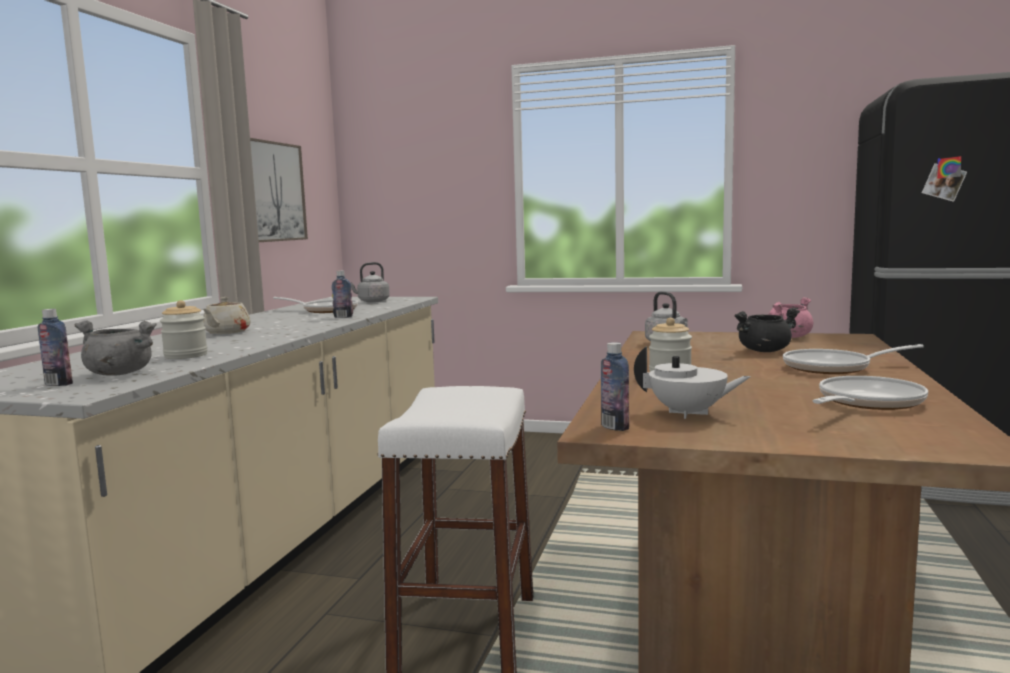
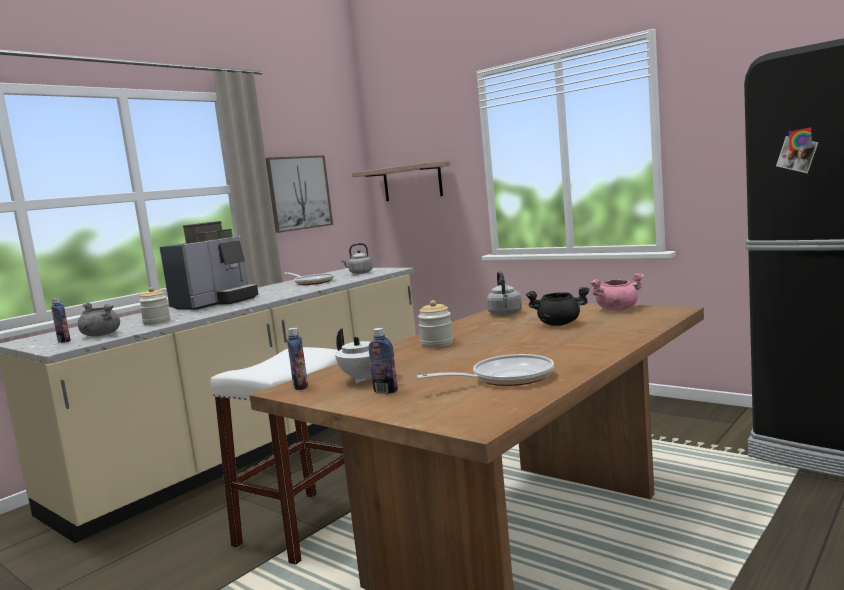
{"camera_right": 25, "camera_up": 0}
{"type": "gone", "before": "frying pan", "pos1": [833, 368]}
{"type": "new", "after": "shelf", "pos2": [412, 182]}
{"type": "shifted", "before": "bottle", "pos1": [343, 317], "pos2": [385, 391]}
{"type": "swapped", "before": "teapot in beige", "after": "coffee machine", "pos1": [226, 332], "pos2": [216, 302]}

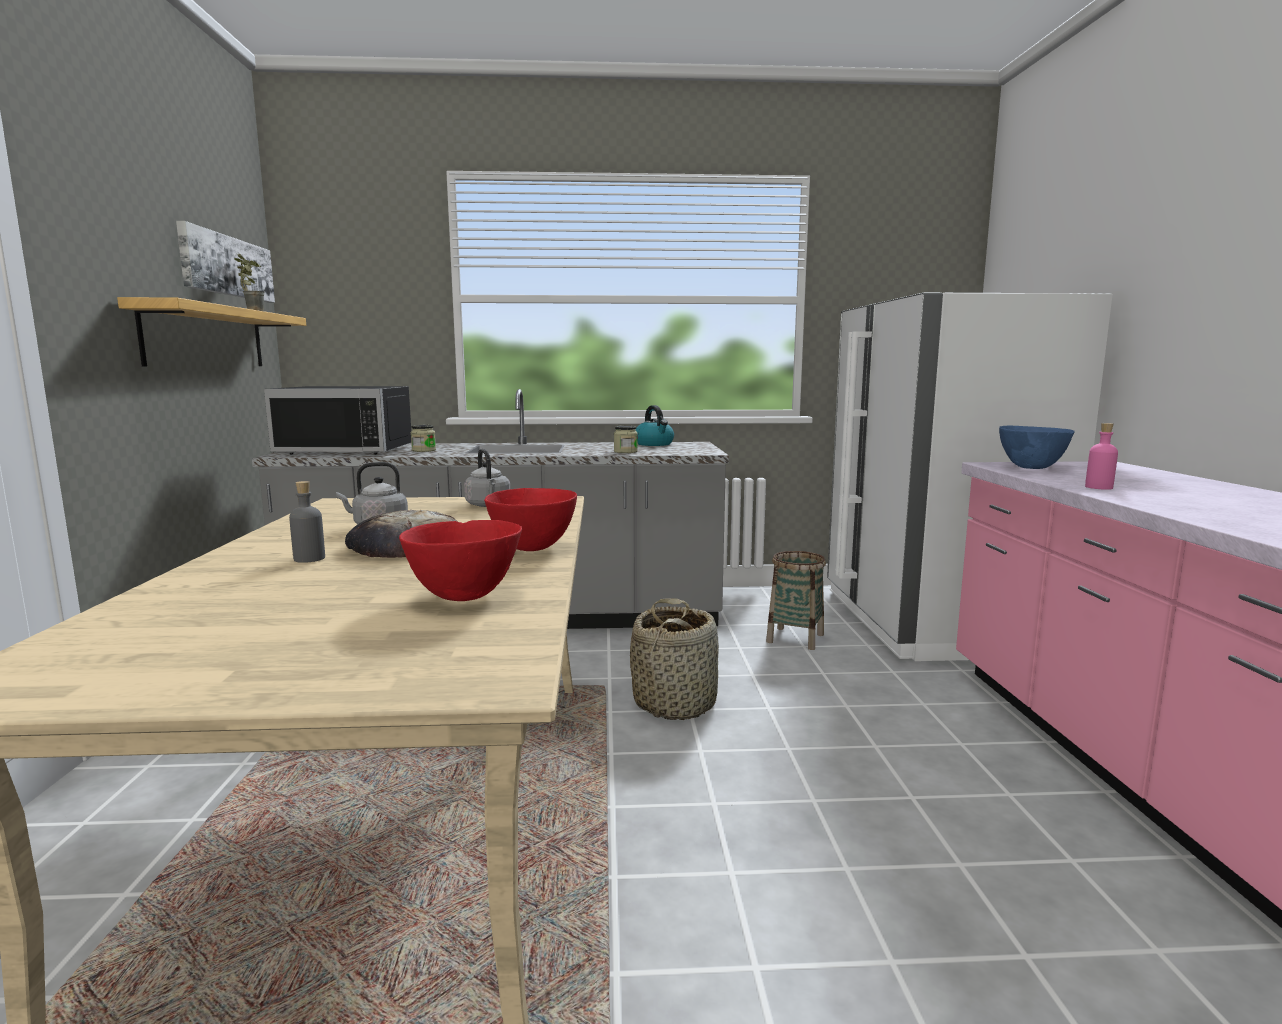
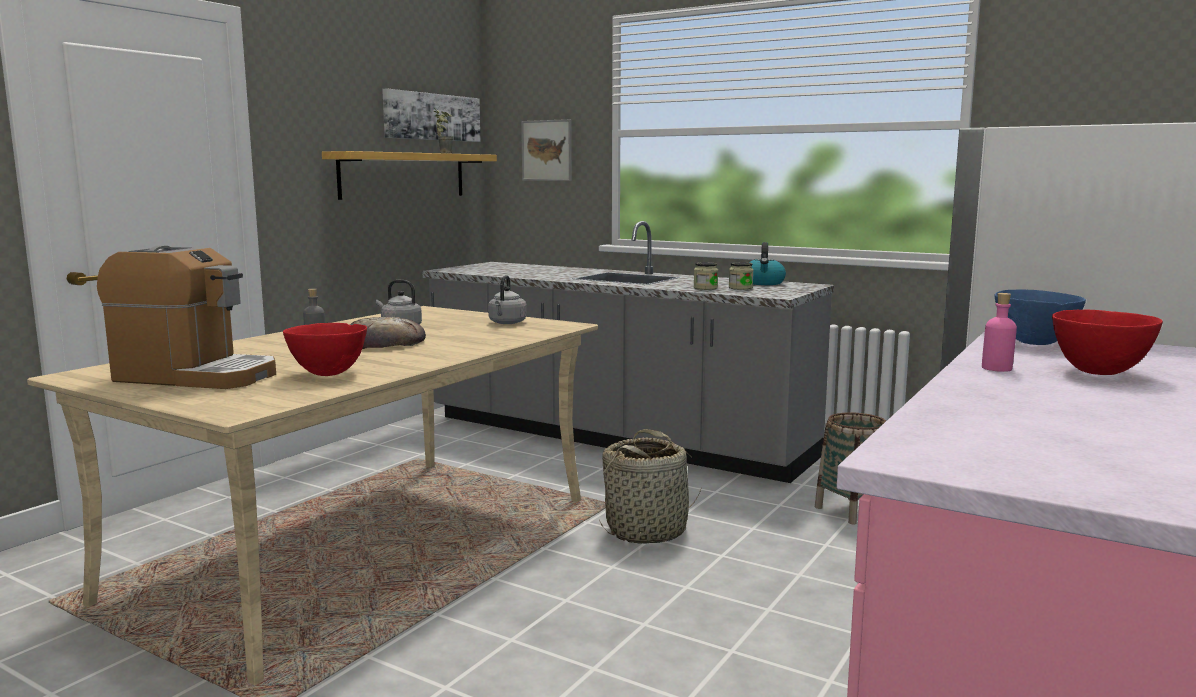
{"camera_right": 35, "camera_up": 0}
{"type": "gone", "before": "microwave in black", "pos1": [350, 450]}
{"type": "new", "after": "coffee machine", "pos2": [196, 376]}
{"type": "new", "after": "picture", "pos2": [547, 150]}
{"type": "shifted", "before": "jar", "pos1": [424, 450], "pos2": [740, 288]}
{"type": "shifted", "before": "bowl in red", "pos1": [531, 548], "pos2": [1098, 372]}

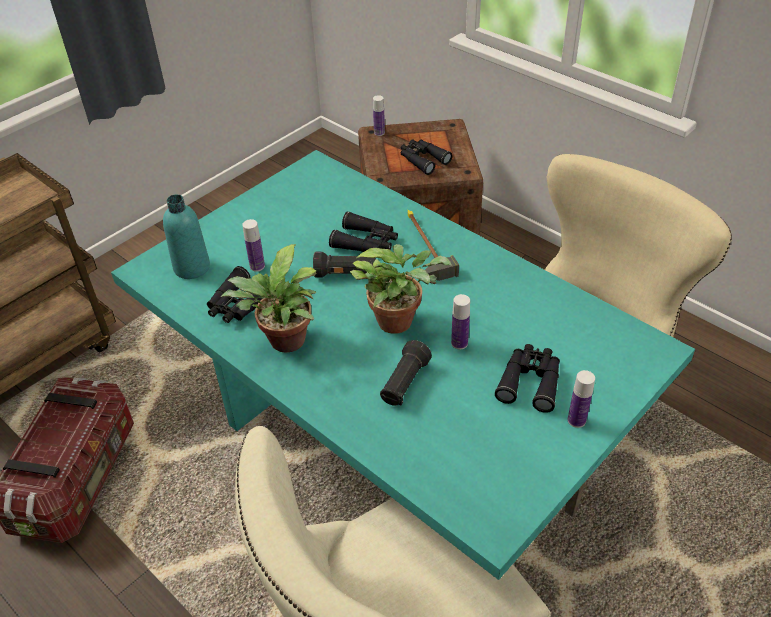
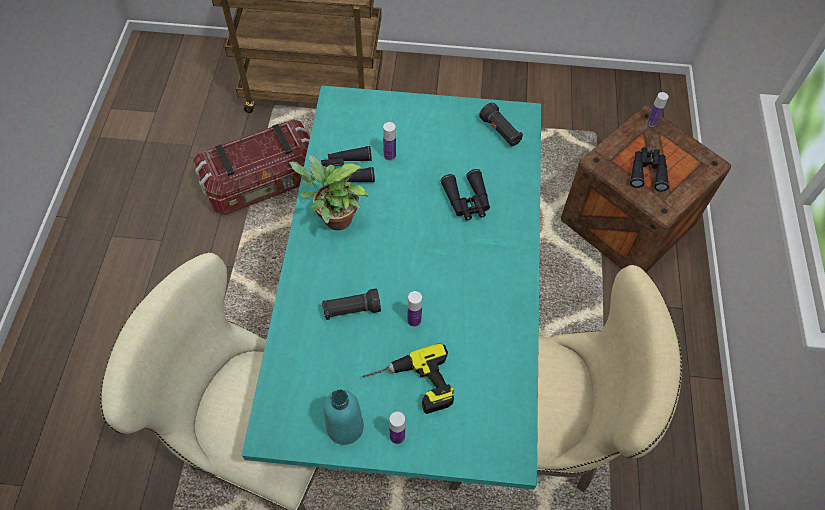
{"camera_right": 50, "camera_up": 15}
{"type": "gone", "before": "potted plant", "pos1": [400, 320]}
{"type": "gone", "before": "hammer", "pos1": [420, 247]}
{"type": "shifted", "before": "bottle in turquoise", "pos1": [192, 267], "pos2": [345, 427]}
{"type": "shifted", "before": "flashlight in black", "pos1": [346, 274], "pos2": [500, 132]}
{"type": "swapped", "before": "binoculars in black", "after": "power drill", "pos1": [530, 381], "pos2": [411, 386]}

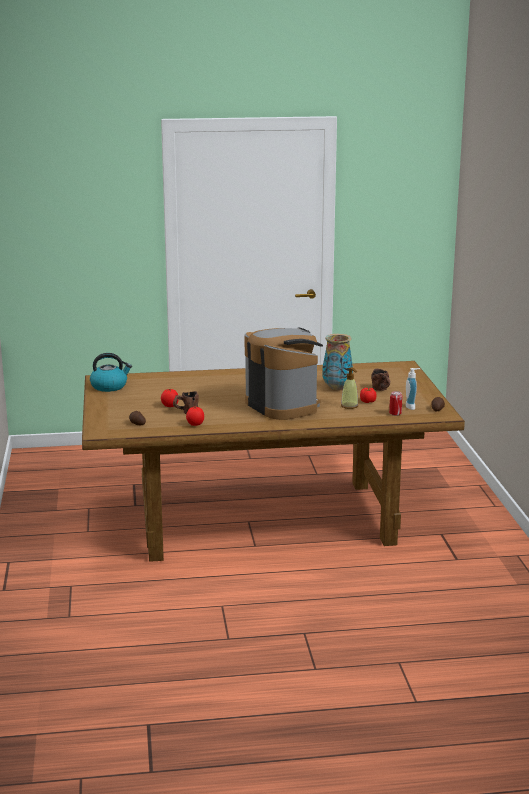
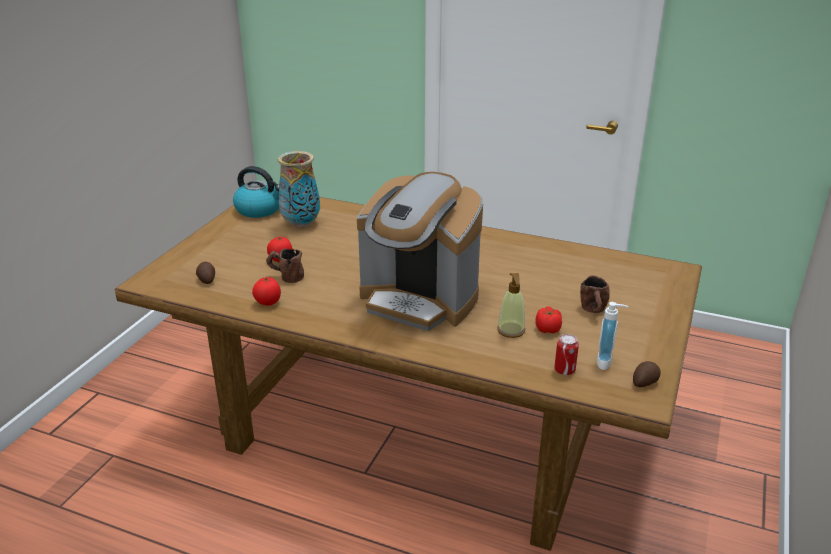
{"camera_right": 30, "camera_up": 10}
{"type": "shifted", "before": "vase", "pos1": [337, 388], "pos2": [300, 224]}
{"type": "rotated", "before": "coffee machine", "pos1": [282, 405], "pos2": [419, 300], "turn": 120}

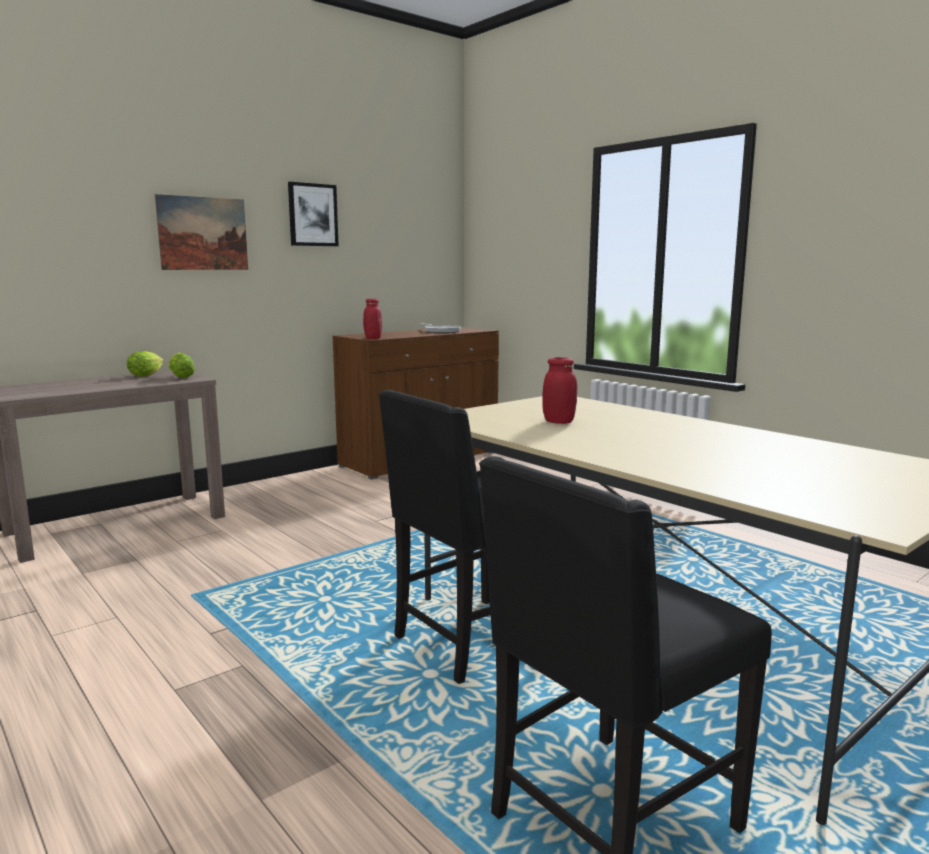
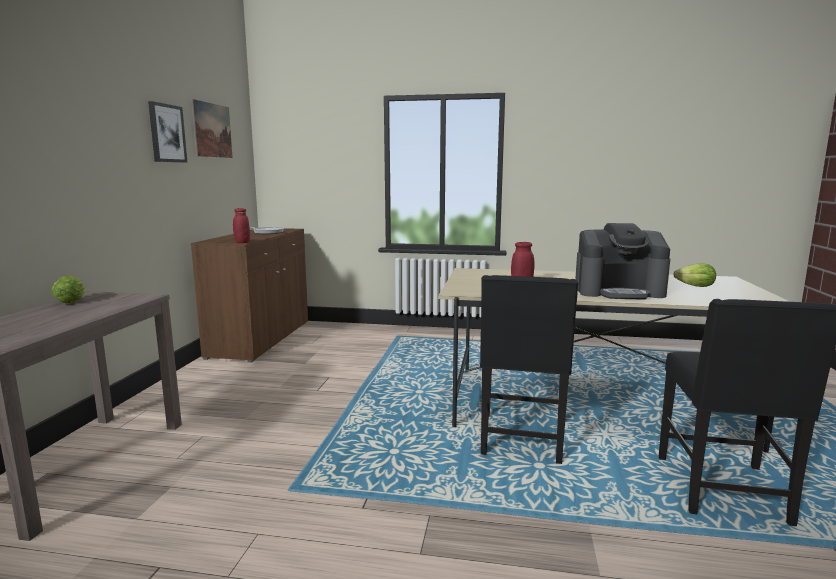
{"camera_right": -40, "camera_up": 0}
{"type": "new", "after": "coffee machine", "pos2": [619, 291]}
{"type": "shifted", "before": "picture", "pos1": [203, 233], "pos2": [212, 130]}
{"type": "shifted", "before": "lettuce", "pos1": [180, 377], "pos2": [693, 286]}

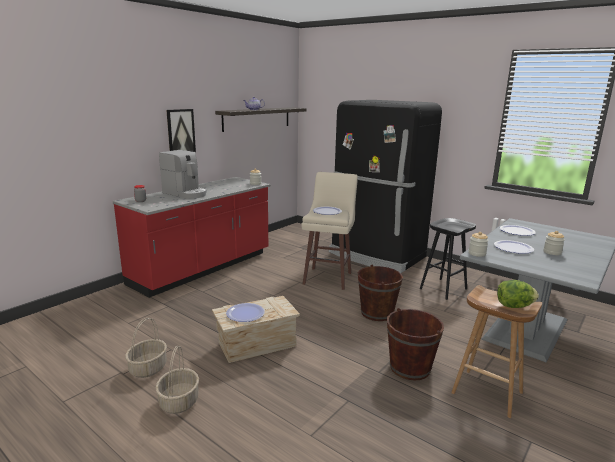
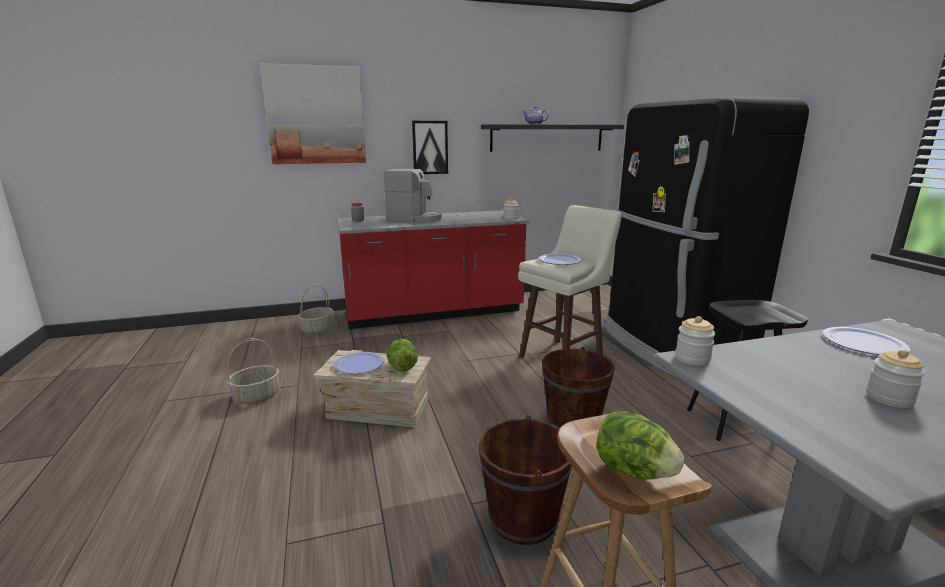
{"camera_right": 35, "camera_up": 0}
{"type": "gone", "before": "plate", "pos1": [513, 248]}
{"type": "new", "after": "picture", "pos2": [315, 115]}
{"type": "new", "after": "lettuce", "pos2": [402, 367]}
{"type": "shifted", "before": "basket", "pos1": [179, 401], "pos2": [317, 329]}
{"type": "rotated", "before": "coffee machine", "pos1": [186, 193], "pos2": [414, 219], "turn": -60}

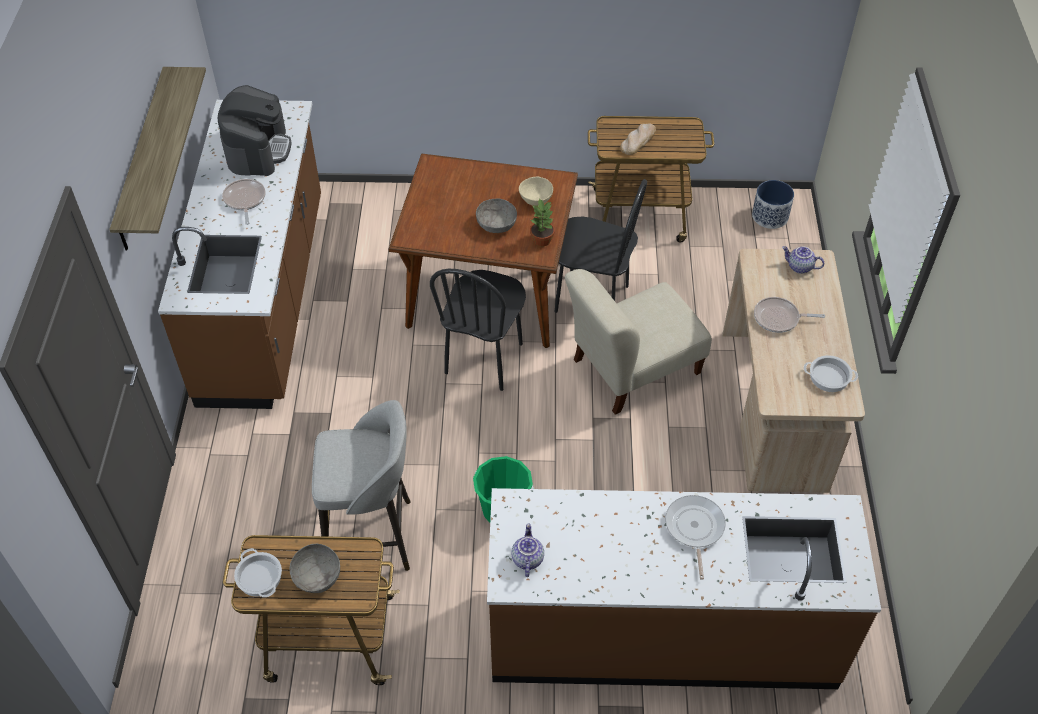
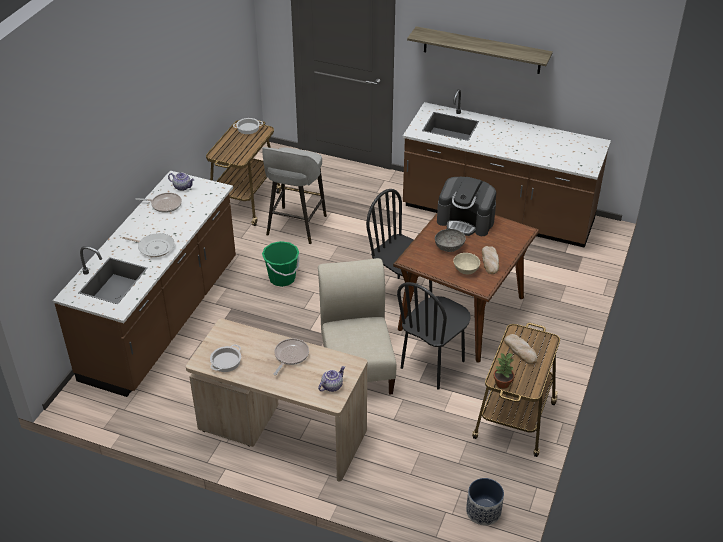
{"camera_right": 110, "camera_up": -10}
{"type": "gone", "before": "bowl in grey", "pos1": [317, 576]}
{"type": "new", "after": "bread", "pos2": [490, 261]}
{"type": "shifted", "before": "coffee machine", "pos1": [258, 150], "pos2": [466, 221]}
{"type": "shifted", "before": "frying pan", "pos1": [244, 200], "pos2": [164, 204]}
{"type": "shifted", "before": "potted plant", "pos1": [542, 239], "pos2": [503, 383]}

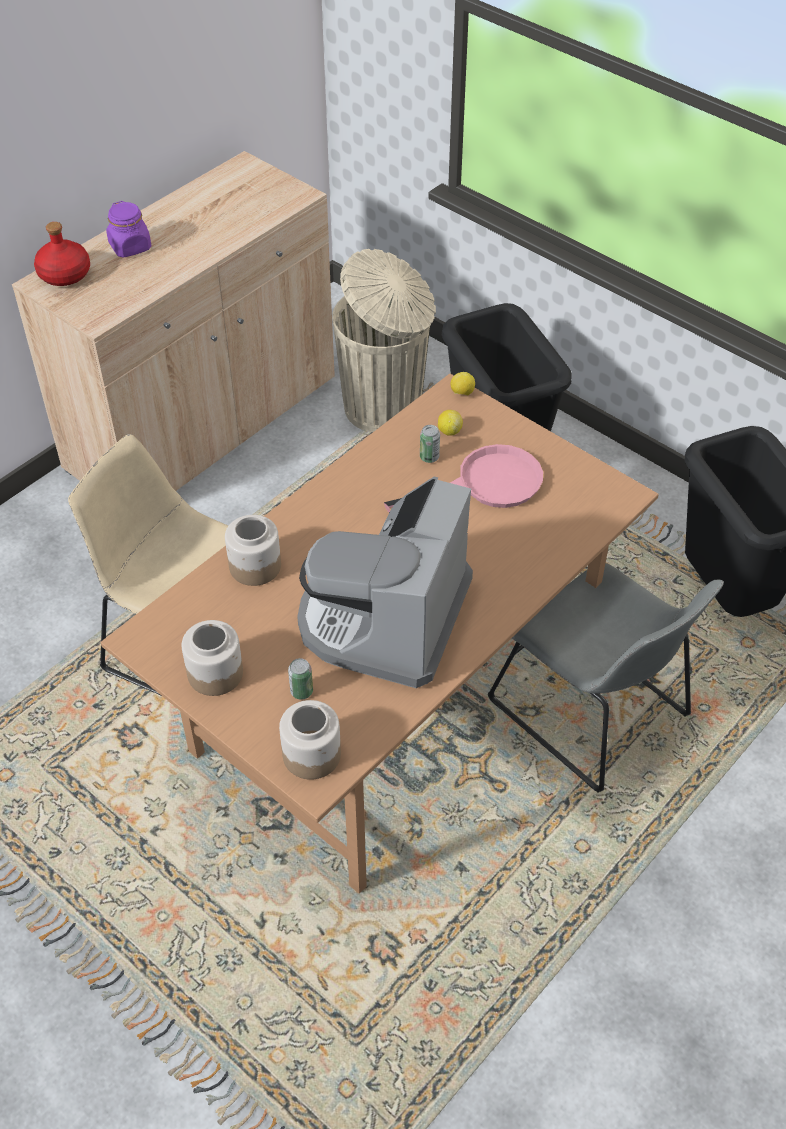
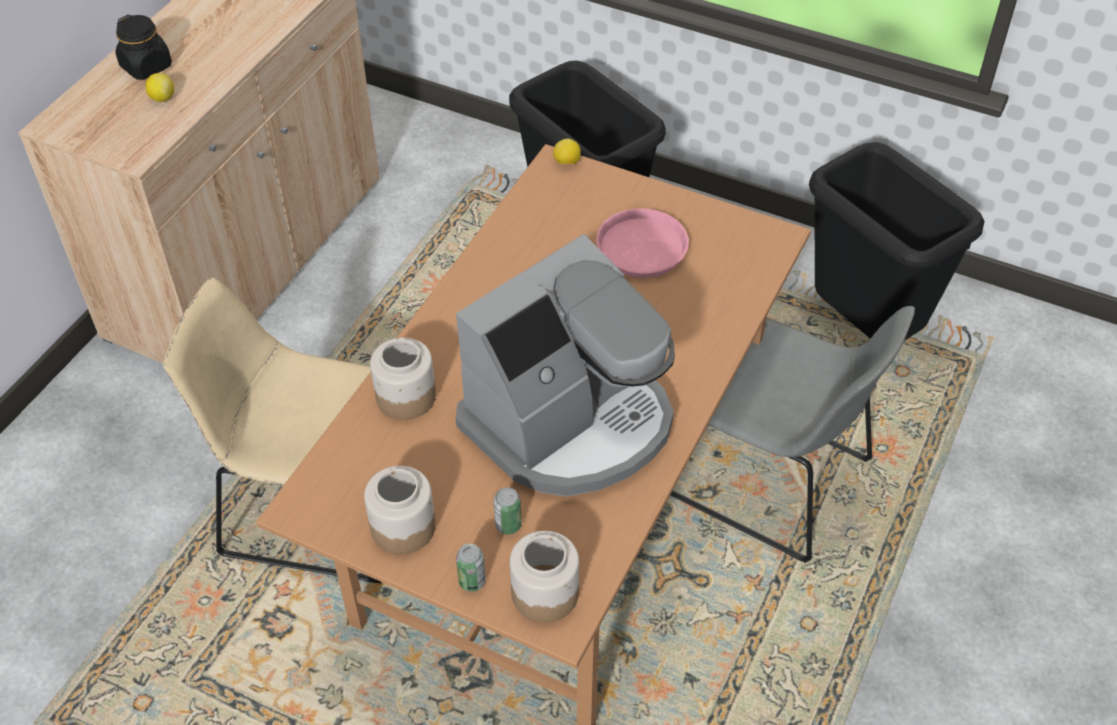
{"camera_right": -15, "camera_up": 0}
{"type": "gone", "before": "bottle in red", "pos1": [64, 275]}
{"type": "gone", "before": "trash can in beige", "pos1": [385, 407]}
{"type": "shifted", "before": "can", "pos1": [429, 457], "pos2": [472, 581]}
{"type": "shifted", "before": "lemon", "pos1": [449, 431], "pos2": [162, 98]}
{"type": "repainted", "before": "jar in purple", "after": "jar in black", "pos1": [130, 247], "pos2": [146, 66]}
{"type": "rotated", "before": "coffee machine", "pos1": [384, 618], "pos2": [571, 423], "turn": -135}

